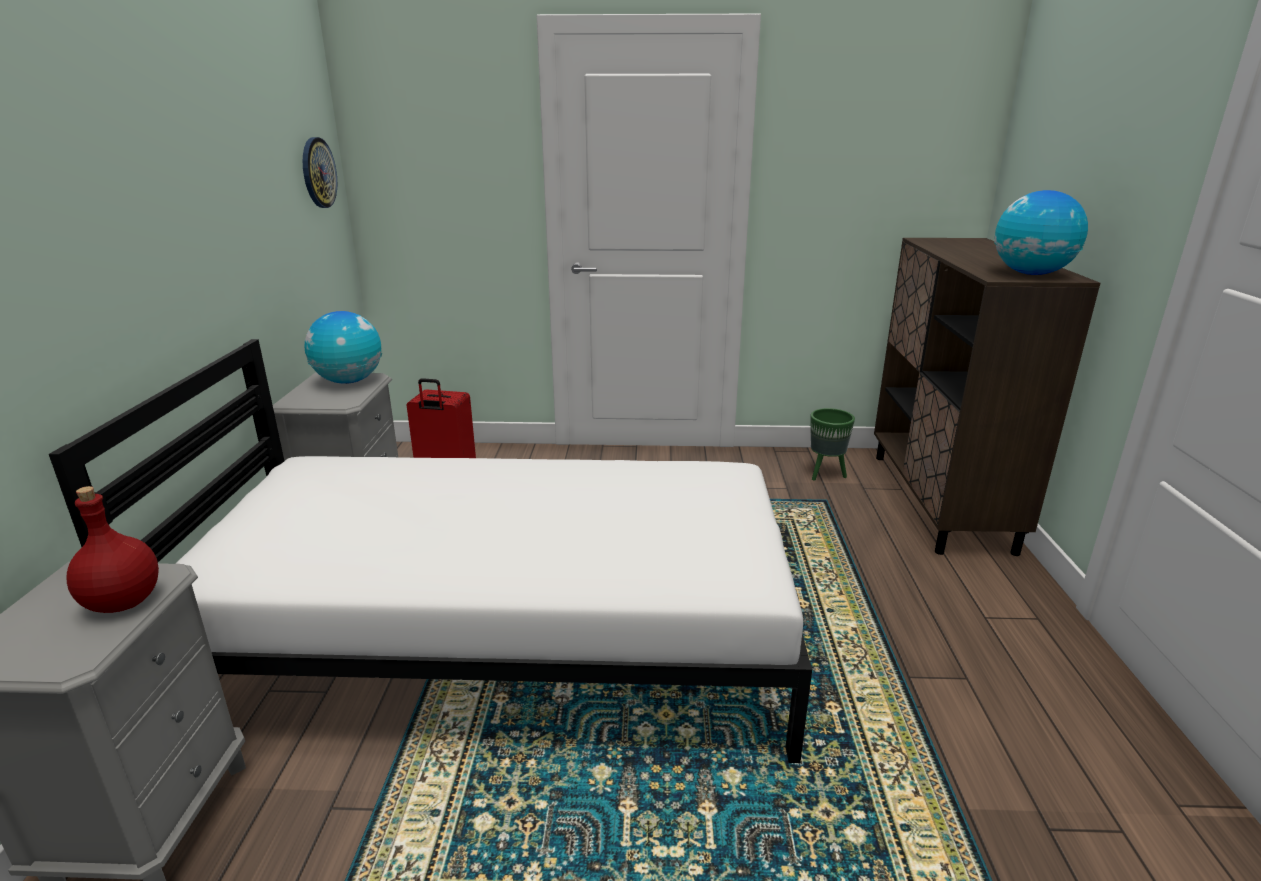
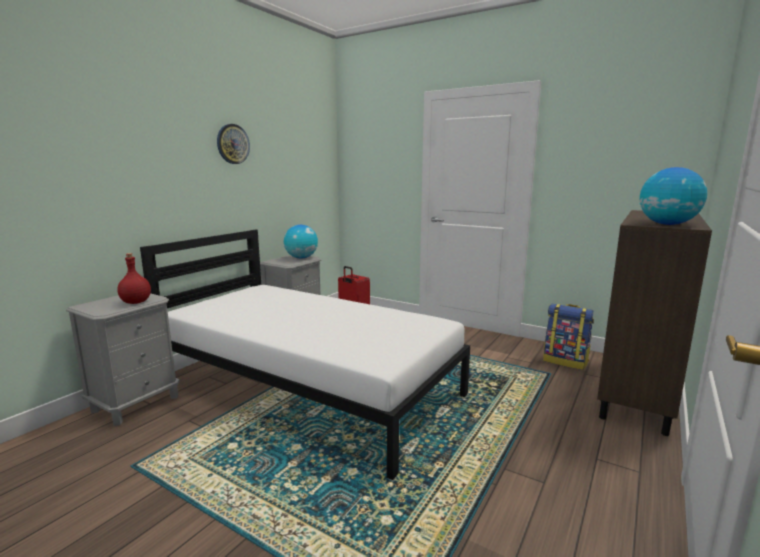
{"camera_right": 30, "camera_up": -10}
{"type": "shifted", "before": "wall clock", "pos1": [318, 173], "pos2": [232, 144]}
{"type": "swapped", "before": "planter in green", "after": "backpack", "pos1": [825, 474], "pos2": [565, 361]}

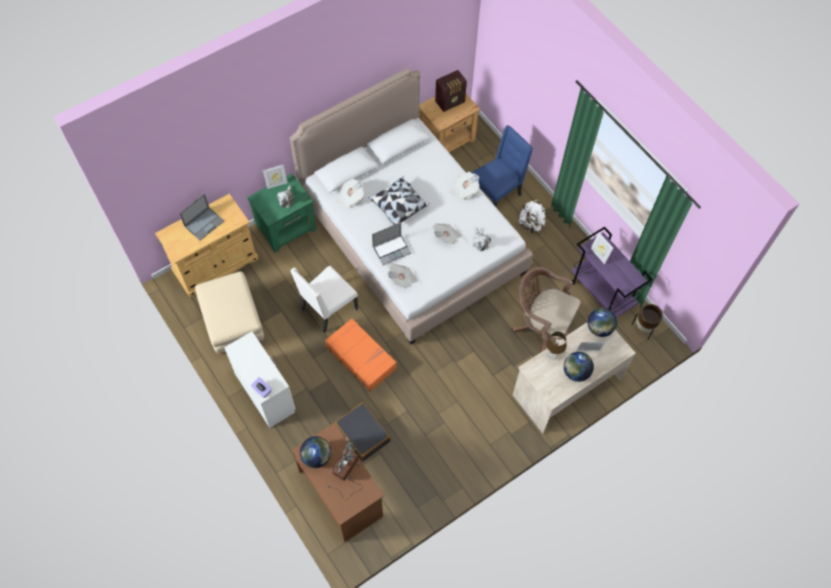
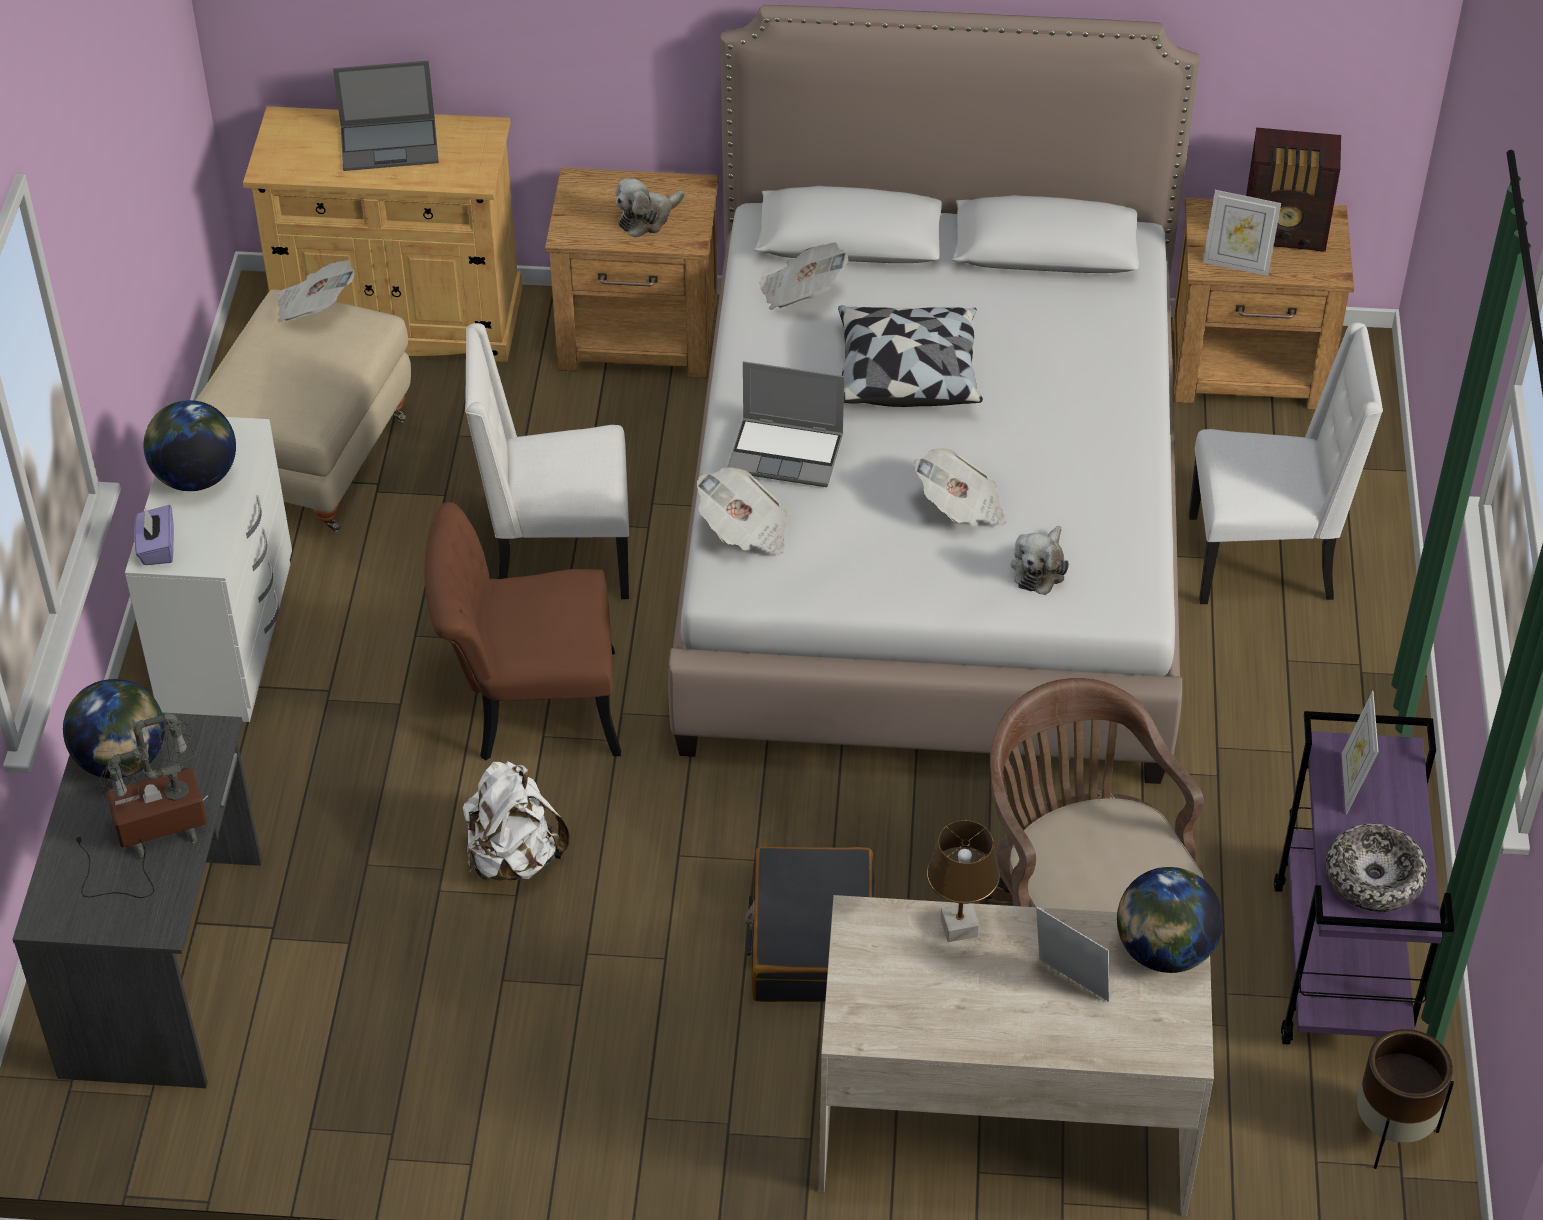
{"camera_right": 40, "camera_up": -15}
{"type": "new", "after": "bowl", "pos2": [1373, 877]}
{"type": "shifted", "before": "picture frame", "pos1": [276, 184], "pos2": [1236, 264]}
{"type": "shifted", "before": "suitcase in black", "pos1": [362, 434], "pos2": [811, 941]}
{"type": "shifted", "before": "newspaper", "pos1": [464, 190], "pos2": [315, 308]}
{"type": "shifted", "before": "backpack in white", "pos1": [530, 224], "pos2": [513, 858]}
{"type": "shifted", "before": "globe", "pos1": [575, 372], "pos2": [195, 477]}
{"type": "swapped", "before": "suitcase in orange", "after": "chair in brown", "pos1": [361, 357], "pos2": [528, 707]}
{"type": "repainted", "before": "nightstand in green", "after": "nightstand in brown", "pos1": [287, 227], "pos2": [640, 336]}
{"type": "repainted", "before": "desk in brown", "after": "desk in grey", "pos1": [341, 493], "pos2": [167, 965]}
{"type": "repainted", "before": "chair in blue", "after": "chair in white", "pos1": [496, 194], "pos2": [1264, 559]}

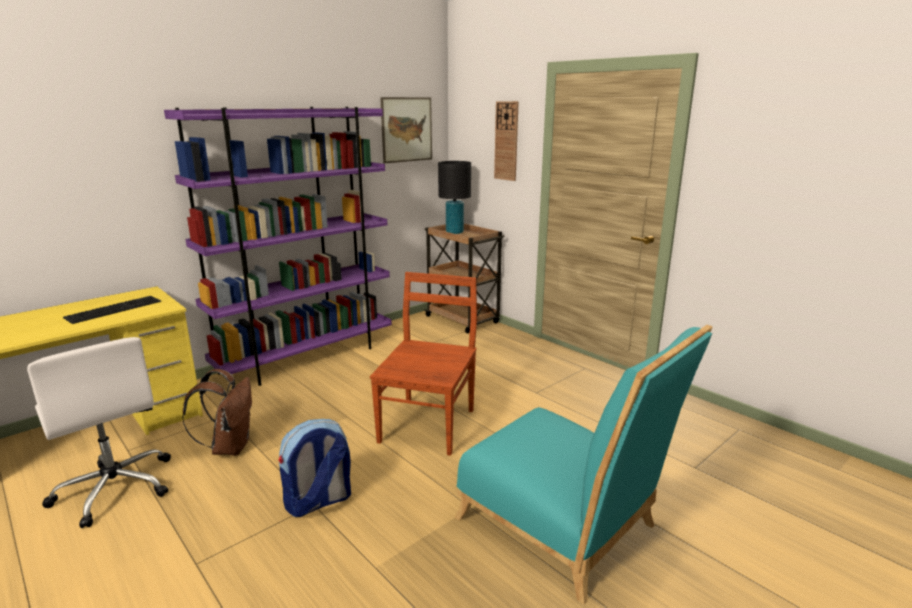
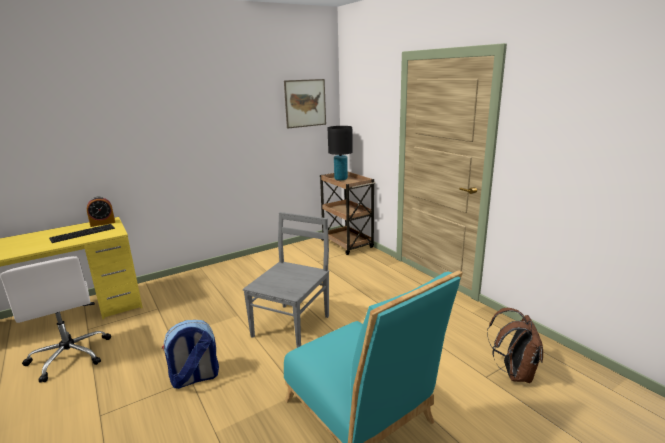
{"camera_right": 10, "camera_up": 0}
{"type": "gone", "before": "bookcase in purple", "pos1": [307, 357]}
{"type": "gone", "before": "wall clock", "pos1": [506, 141]}
{"type": "new", "after": "alarm clock", "pos2": [102, 223]}
{"type": "shifted", "before": "backpack in brown", "pos1": [230, 446], "pos2": [514, 373]}
{"type": "repainted", "before": "chair in brown", "after": "chair in grey", "pos1": [428, 424], "pos2": [292, 325]}

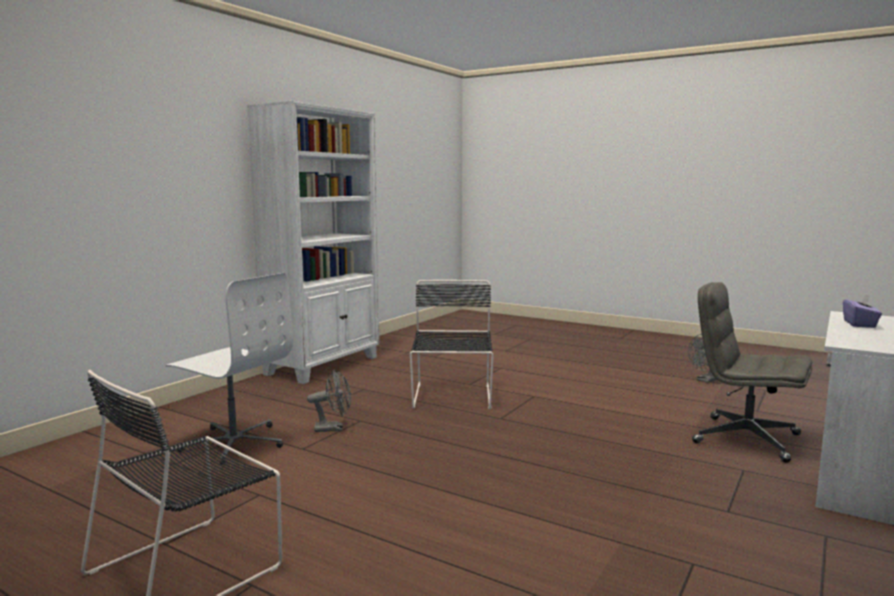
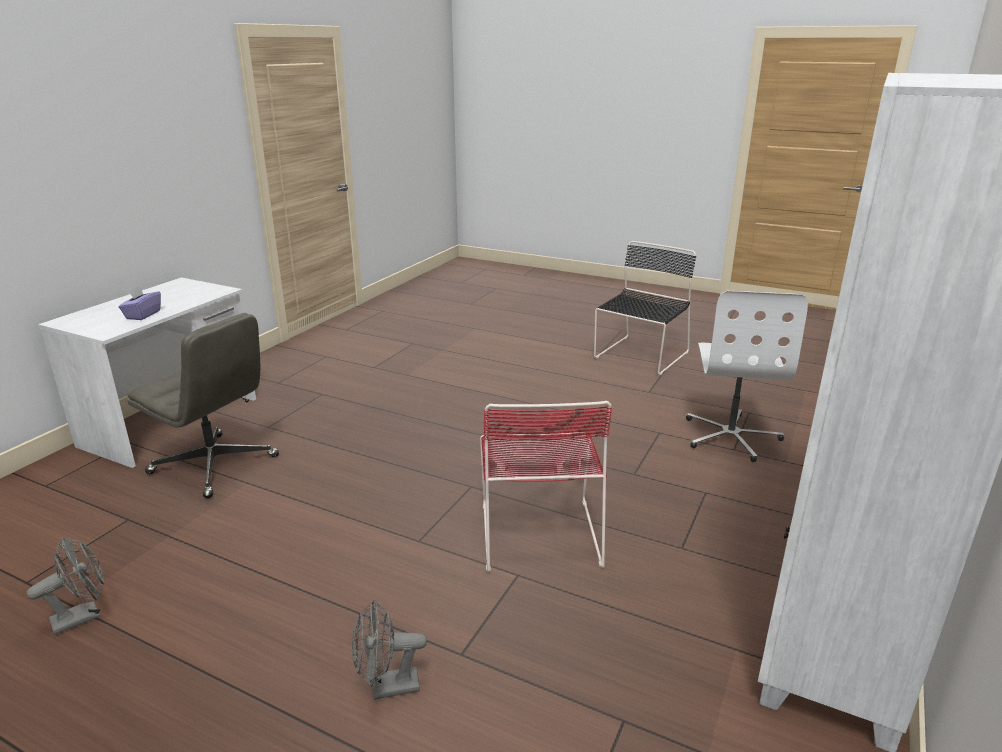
{"camera_right": 175, "camera_up": 15}
{"type": "shifted", "before": "fan in grey", "pos1": [333, 428], "pos2": [387, 688]}
{"type": "repainted", "before": "chair in black", "after": "chair in red", "pos1": [452, 397], "pos2": [539, 530]}
{"type": "rotated", "before": "office chair in white", "pos1": [234, 443], "pos2": [731, 436], "turn": -105}

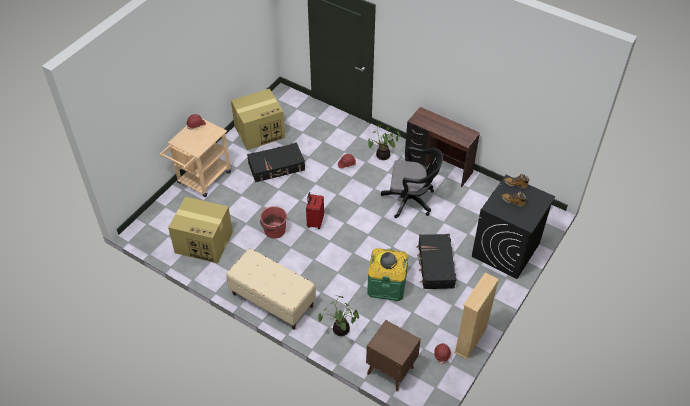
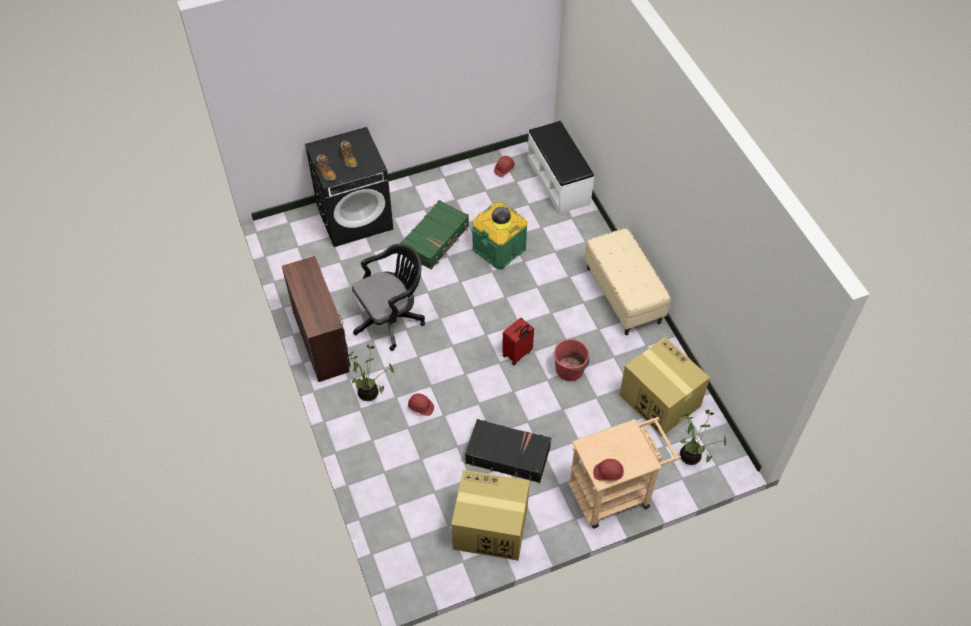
{"camera_right": -145, "camera_up": 5}
{"type": "gone", "before": "bookcase in beige", "pos1": [470, 340]}
{"type": "shifted", "before": "potted plant", "pos1": [340, 330], "pos2": [692, 456]}
{"type": "swapped", "before": "nightstand in brown", "after": "bench in white", "pos1": [390, 369], "pos2": [559, 181]}
{"type": "repainted", "before": "suitcase in black", "after": "suitcase in green", "pos1": [435, 265], "pos2": [436, 240]}
{"type": "rotated", "before": "office chair in black", "pos1": [411, 200], "pos2": [391, 319], "turn": 105}

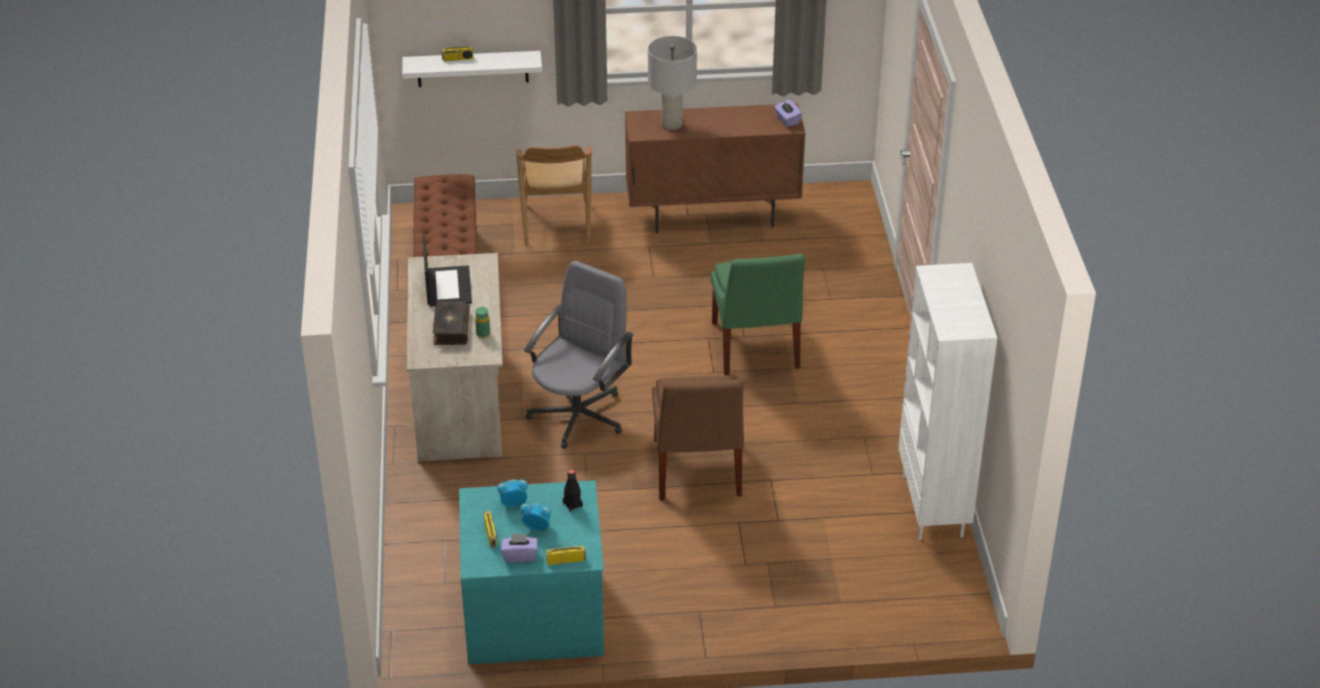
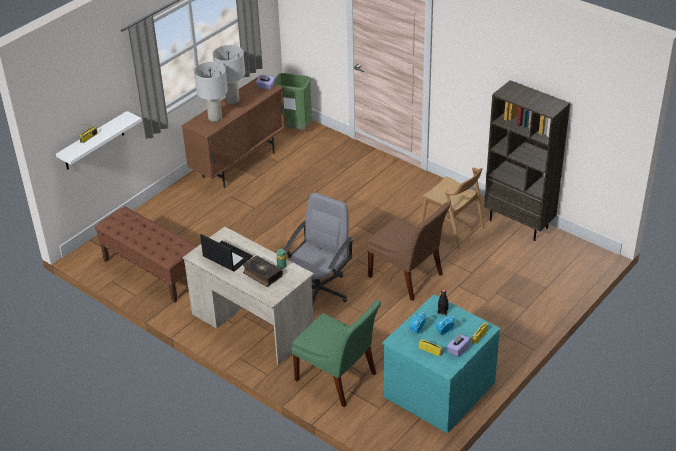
{"camera_right": -45, "camera_up": 0}
{"type": "new", "after": "table lamp in grey", "pos2": [232, 100]}
{"type": "new", "after": "trash can in green", "pos2": [294, 129]}
{"type": "shifted", "before": "chair in brown", "pos1": [556, 223], "pos2": [452, 229]}
{"type": "shifted", "before": "chair in green", "pos1": [755, 348], "pos2": [338, 379]}
{"type": "repainted", "before": "bookcase in white", "after": "bookcase in brown", "pos1": [933, 506], "pos2": [519, 224]}
{"type": "rotated", "before": "office chair in grey", "pos1": [579, 415], "pos2": [319, 290], "turn": 45}

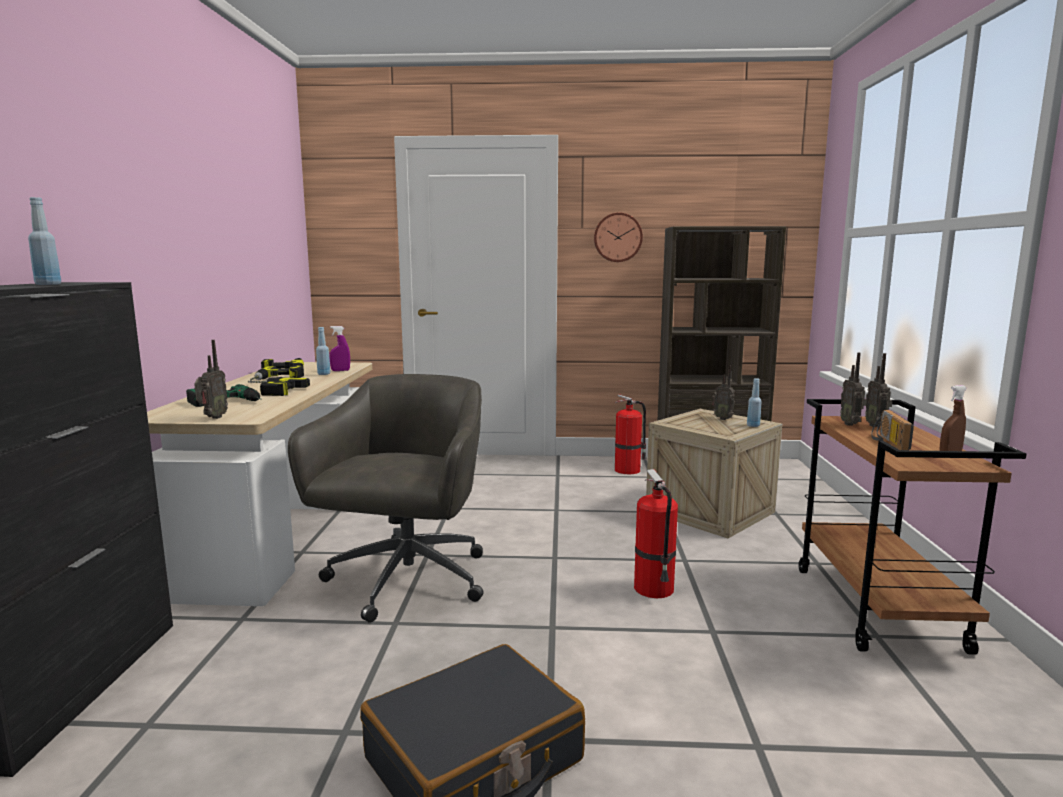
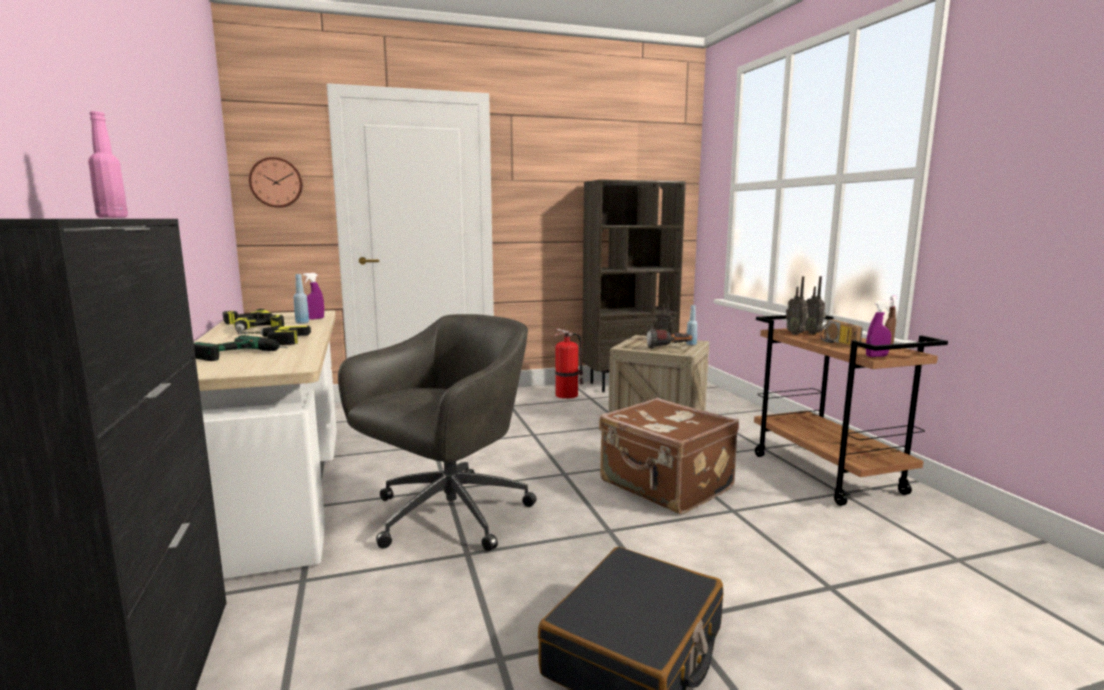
{"camera_right": -20, "camera_up": 0}
{"type": "gone", "before": "radio", "pos1": [212, 418]}
{"type": "new", "after": "flashlight", "pos2": [669, 348]}
{"type": "new", "after": "spray bottle in purple", "pos2": [876, 356]}
{"type": "shifted", "before": "wall clock", "pos1": [617, 237], "pos2": [276, 182]}
{"type": "swapped", "before": "fire extinguisher", "after": "suitcase in brown", "pos1": [655, 589], "pos2": [665, 486]}
{"type": "repainted", "before": "bottle in blue", "after": "bottle in pink", "pos1": [48, 284], "pos2": [112, 217]}
{"type": "rotated", "before": "office chair in grey", "pos1": [406, 581], "pos2": [446, 516], "turn": 45}

